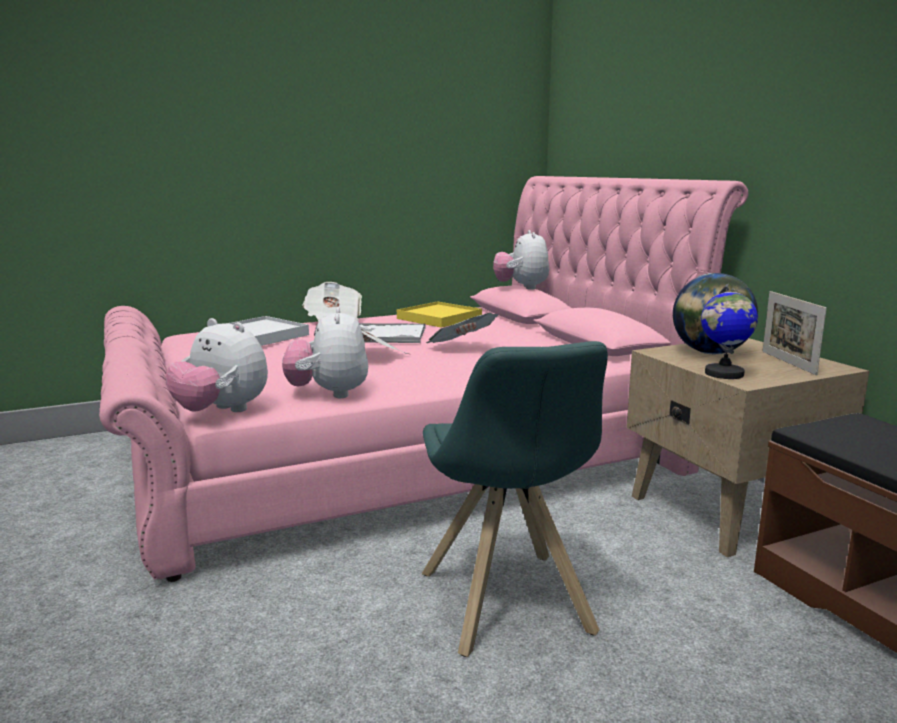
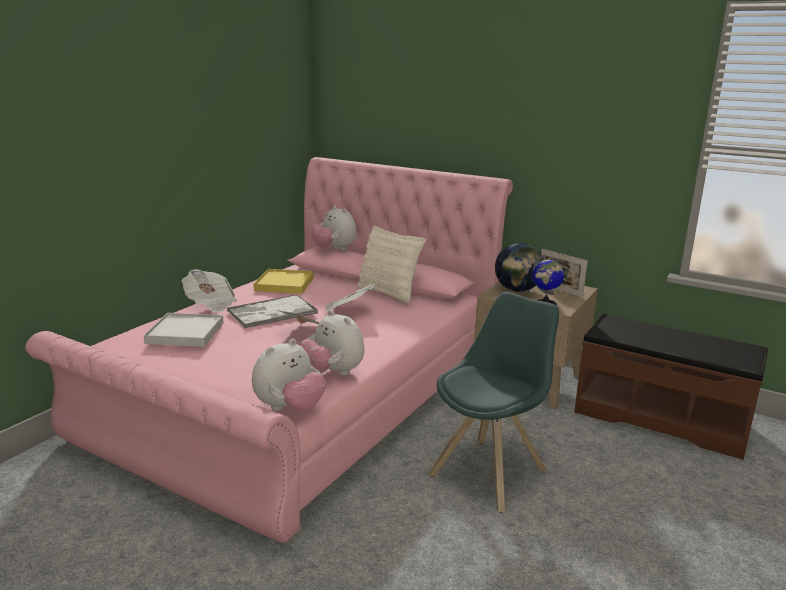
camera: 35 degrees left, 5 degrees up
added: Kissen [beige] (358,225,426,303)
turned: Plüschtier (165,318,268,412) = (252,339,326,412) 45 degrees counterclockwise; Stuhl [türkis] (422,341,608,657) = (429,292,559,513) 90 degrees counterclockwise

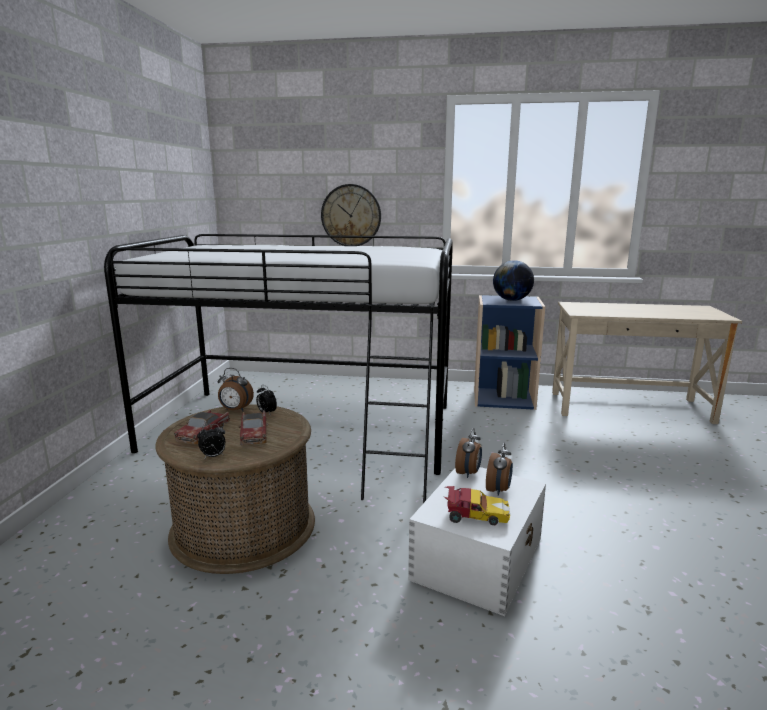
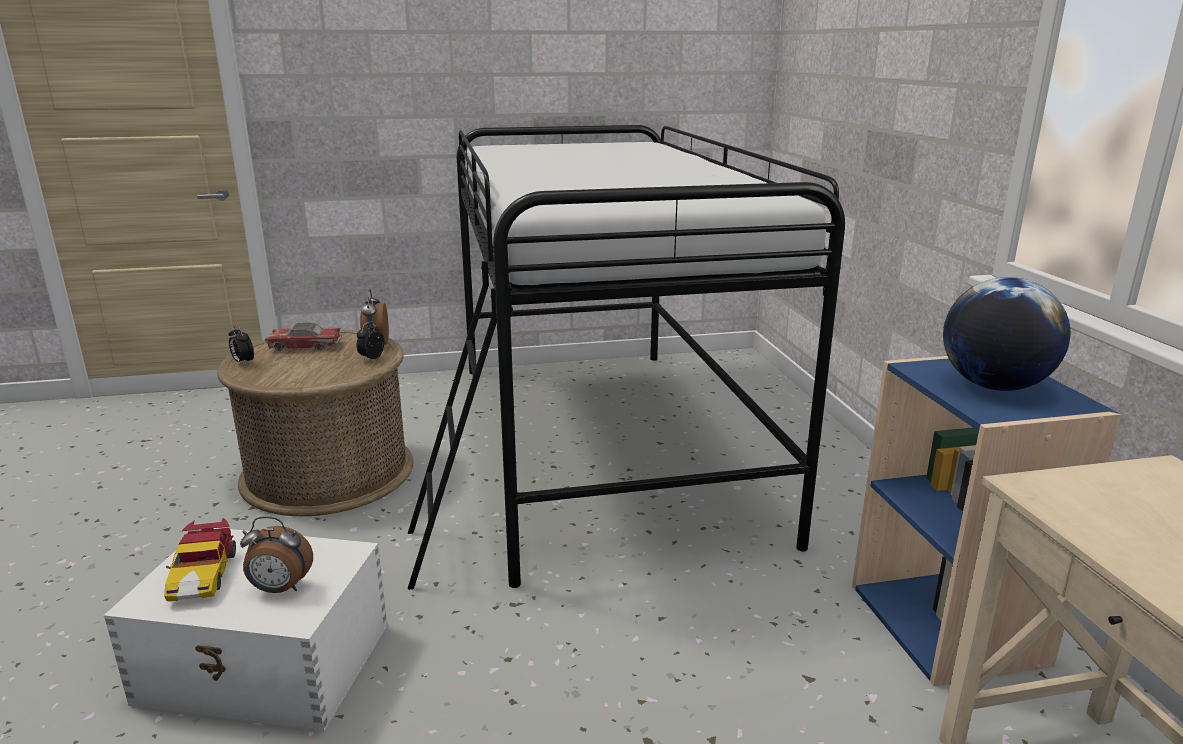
camera: 70 degrees right, 5 degrees up
removed: Spielzeugauto (238,410,268,445); Wanduhr (321,184,381,246); Wecker (455,428,482,478)

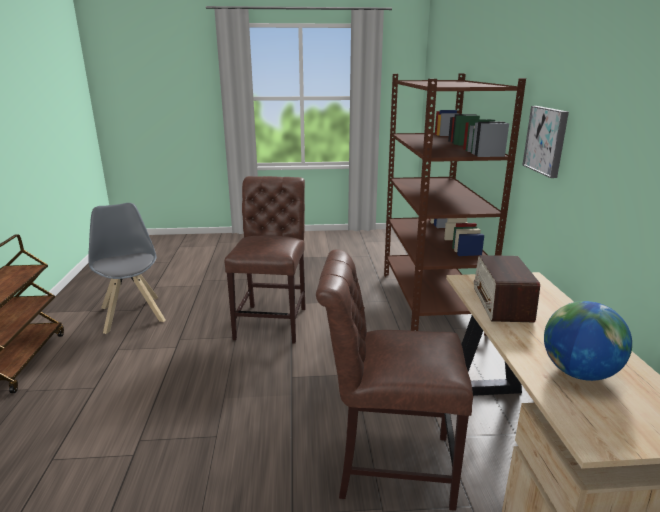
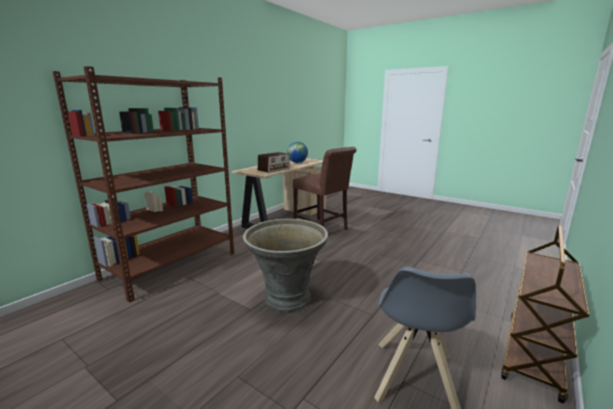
camera: 140 degrees left, 5 degrees down
removed: Bild (523,106,569,178)
replaced: Stuhl [braun] (225,176,306,344) to Pflanzkübel [grau] (243,219,328,312)

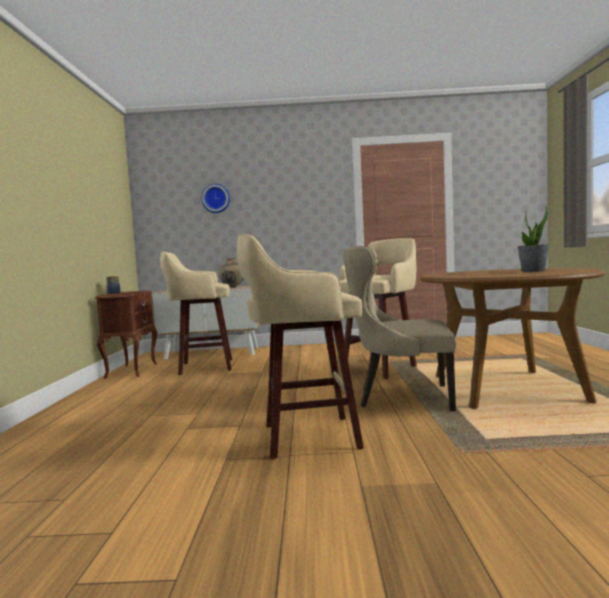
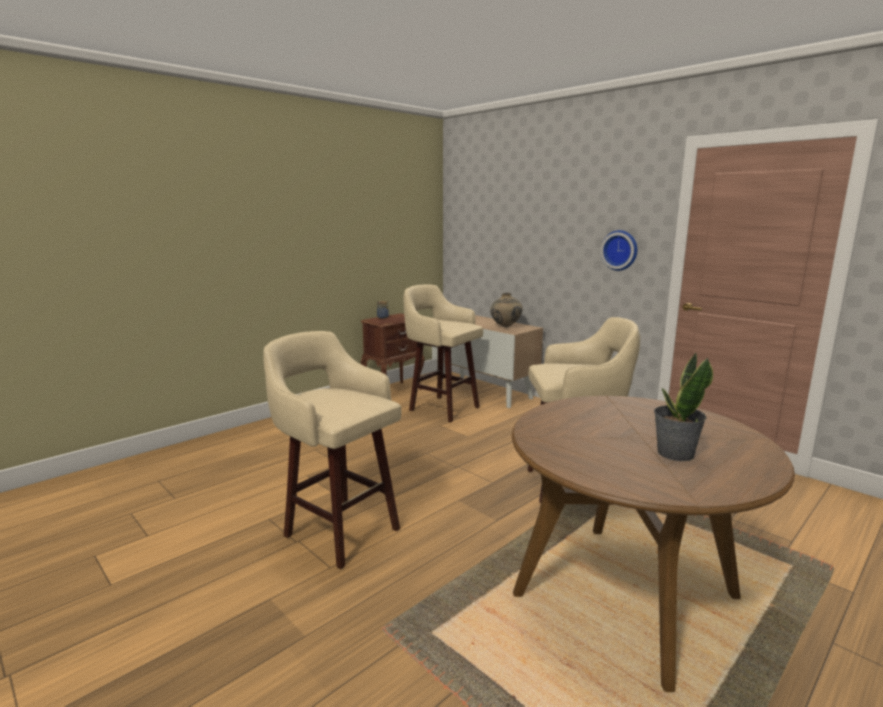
camera: 45 degrees right, 10 degrees up
removed: Stuhl [beige] (343,246,456,411)
moved: Wanduhr (201,184,230,213) to (600,230,637,271)

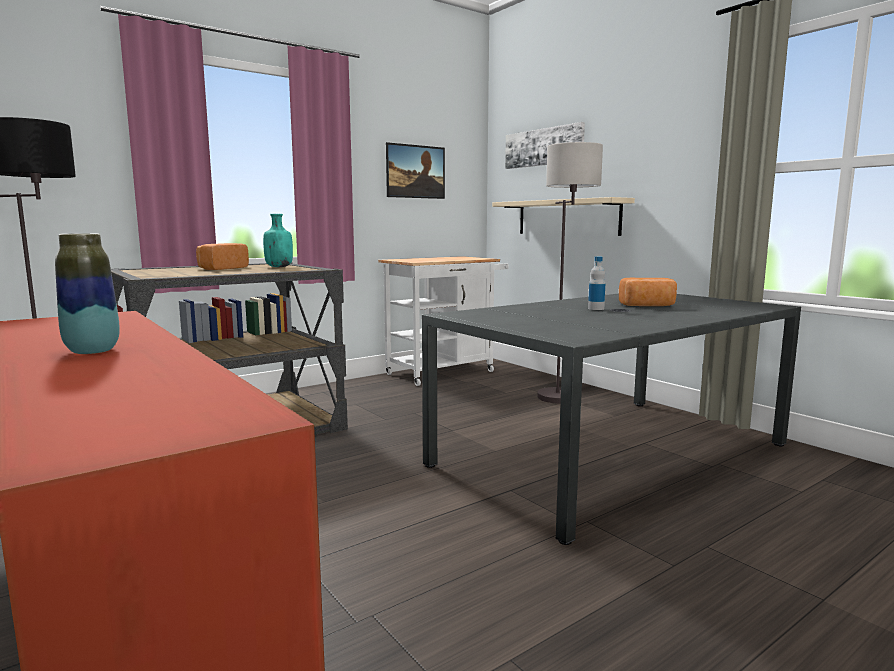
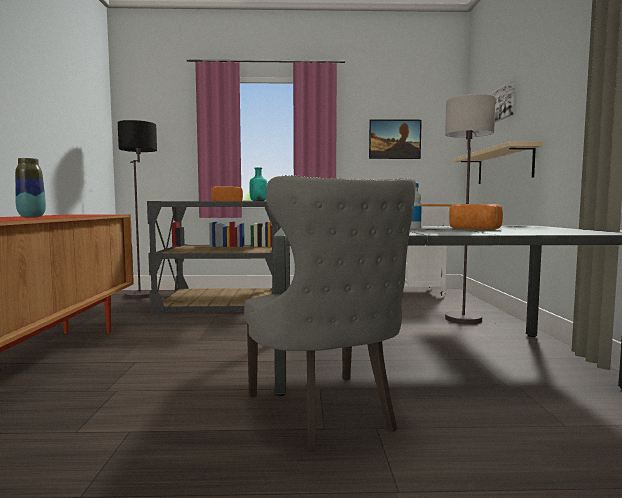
camera: 35 degrees right, 5 degrees down
added: Stuhl [grau] (244,175,416,451)

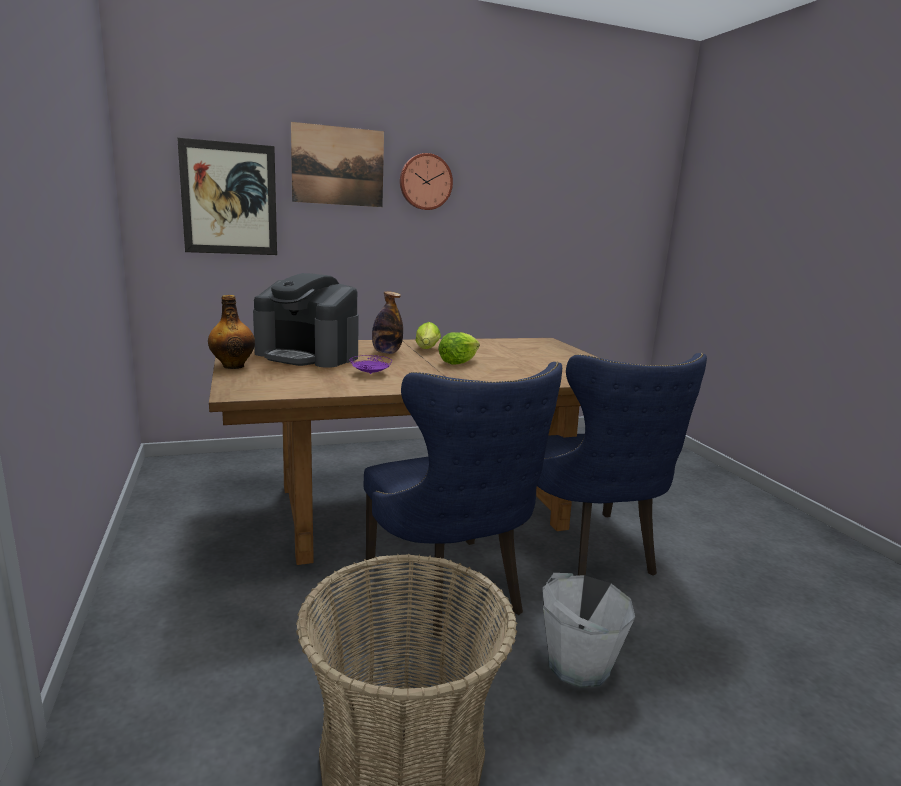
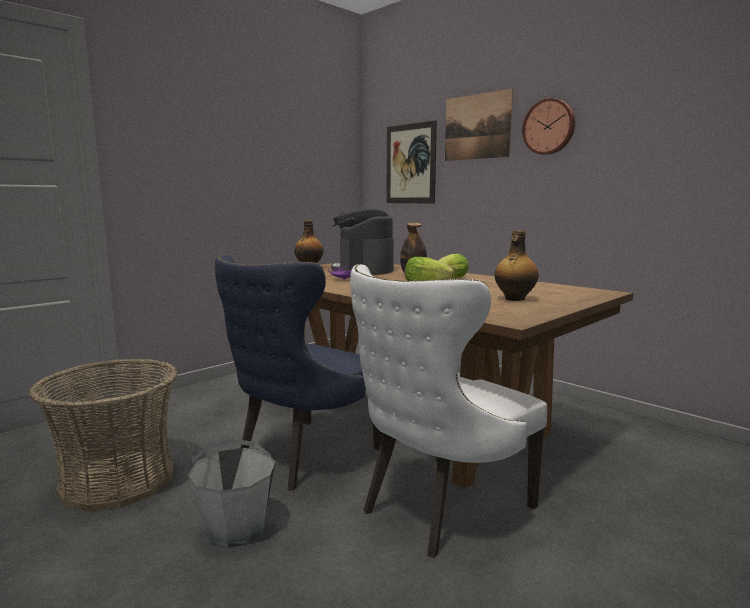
camera: 65 degrees right, 5 degrees down
added: Flasche (495,230,539,301)
recoloured: Stuhl [blau] (522,353,707,576) to Stuhl [weiß] (350,264,547,558)

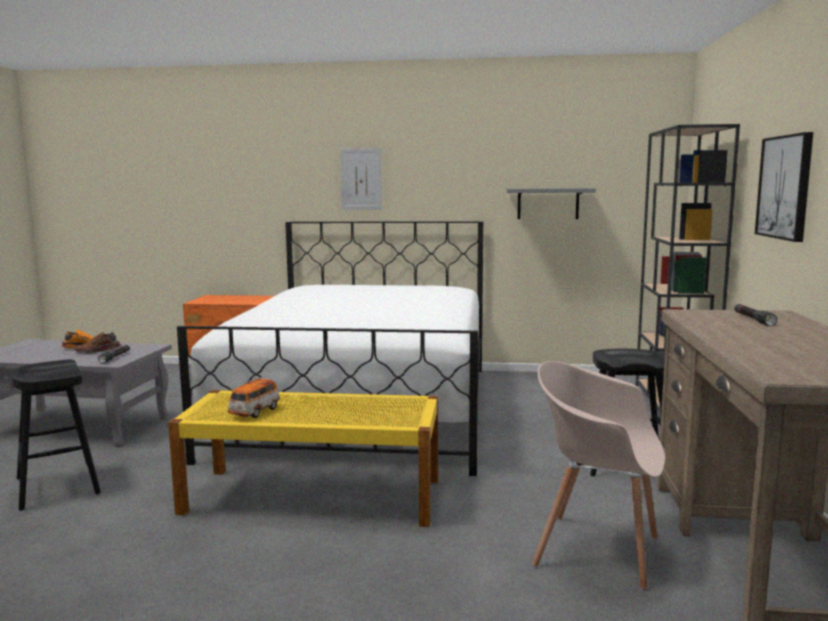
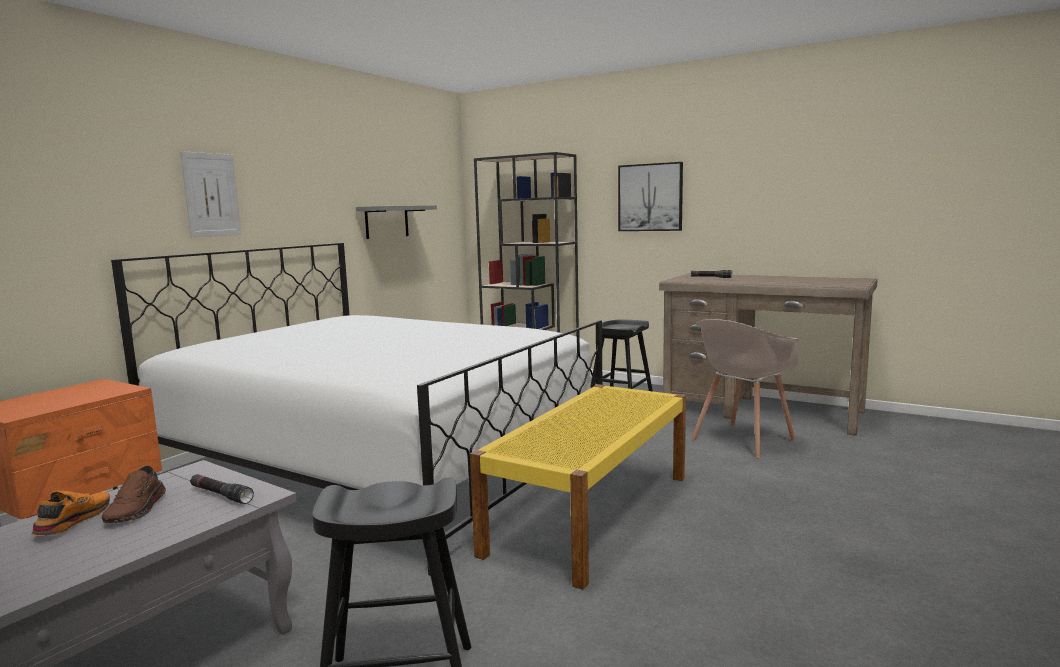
camera: 65 degrees left, 0 degrees up
removed: Spielzeugauto (228,377,280,418)

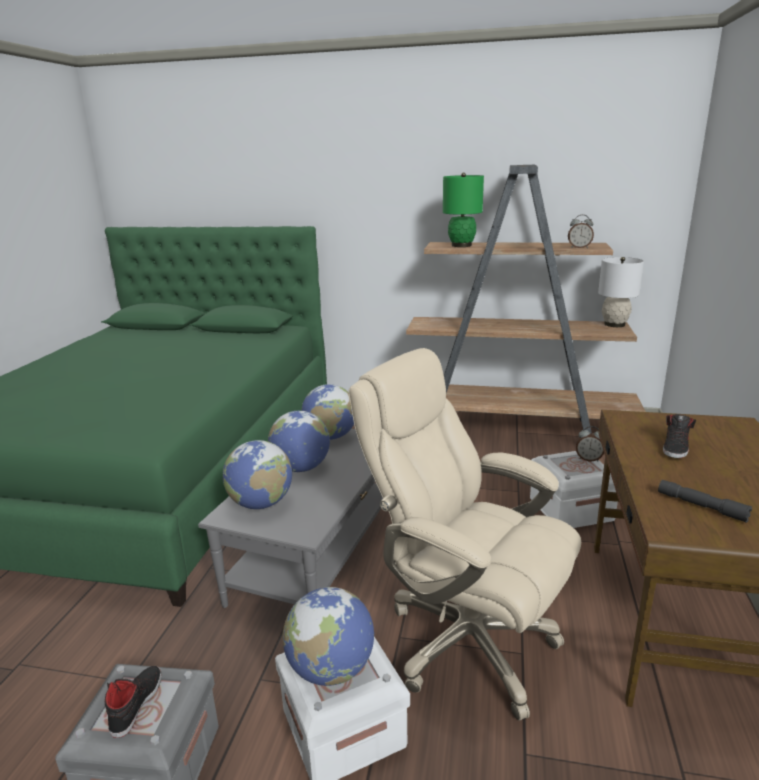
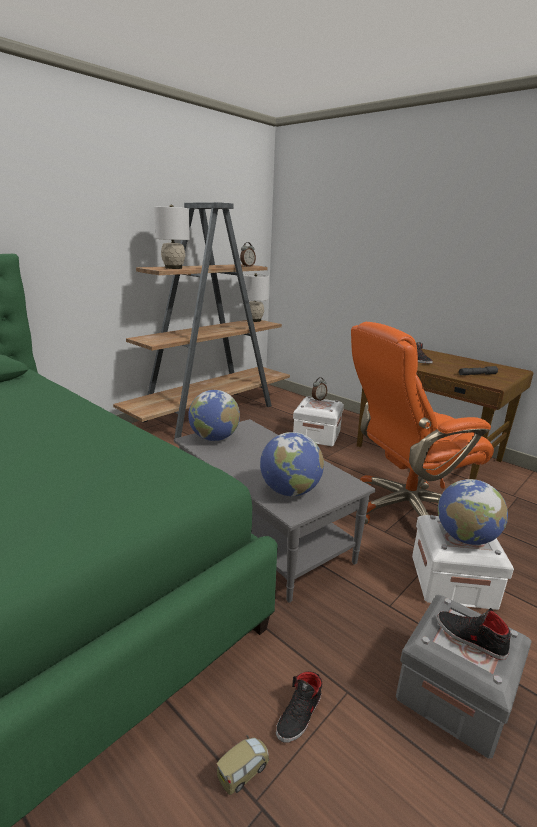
camera: 60 degrees left, 0 degrees up
removed: Globus (268,411,330,472)
added: Spielzeugauto (217,735,269,795); Schuh [schwarz] (276,671,322,743)
recoloured: Bürostuhl [beige] (349,348,581,721) to Bürostuhl [orange] (351,322,494,525); Tischlampe [grün] (443,173,484,247) to Tischlampe [weiß] (154,204,190,269)

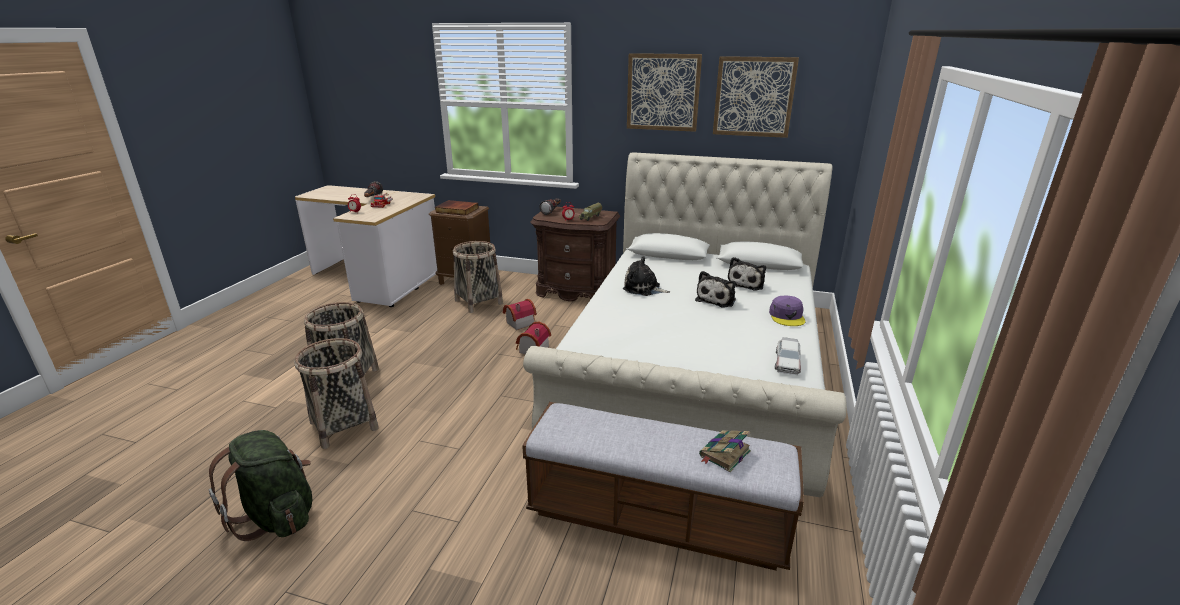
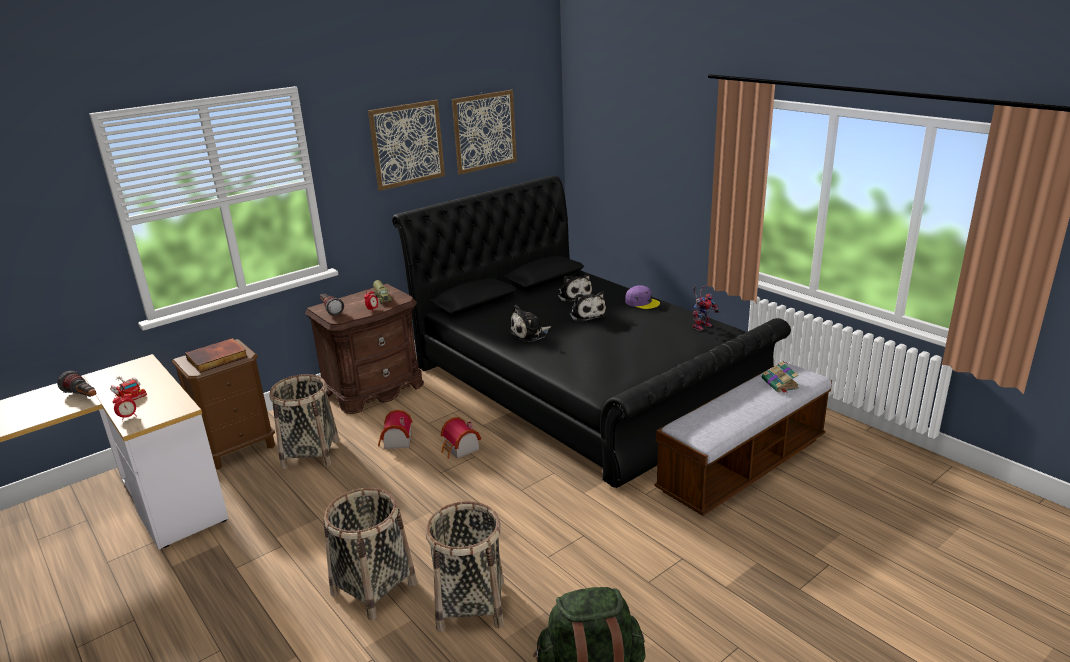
camera: 55 degrees left, 0 degrees up
replaced: Spielzeugauto (774,337,801,375) to Spielzeugroboter (692,285,719,331)
recoloured: Bett [beige] (523,152,847,497) to Bett [schwarz] (392,175,791,489)

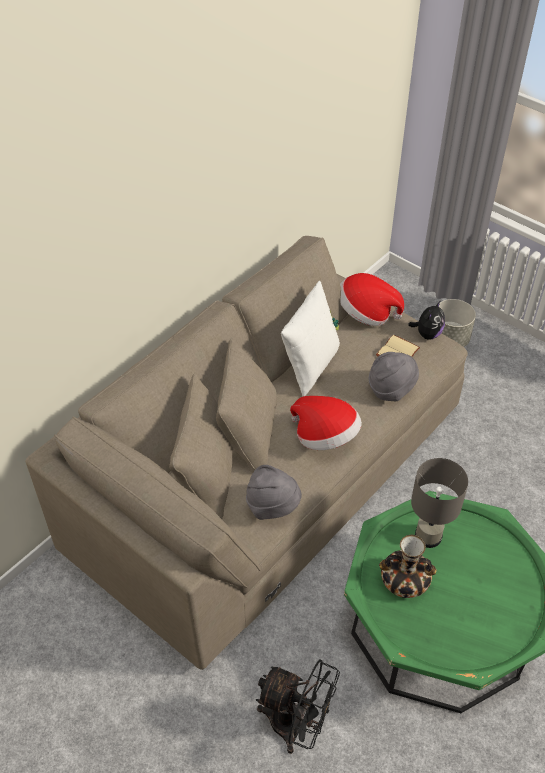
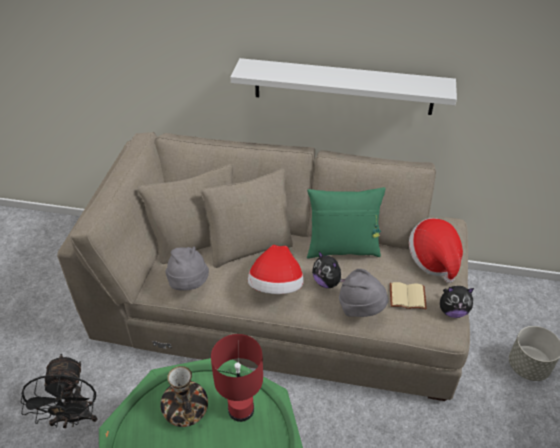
camera: 60 degrees right, 5 degrees down
added: Wandregal [weiß] (230,58,457,115); Plüschtier (312,251,345,288)
recoloured: Kissen [weiß] (281,281,340,396) to Kissen [grün] (307,187,385,259); Tischlampe [grau] (411,458,468,548) to Tischlampe [rot] (211,334,263,422)

